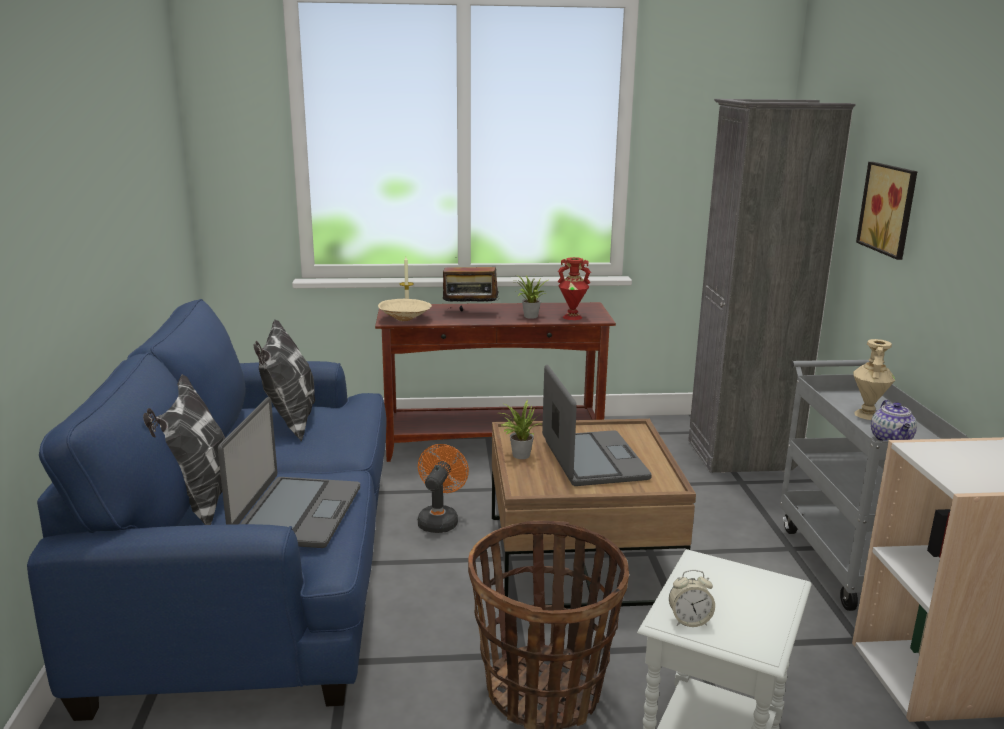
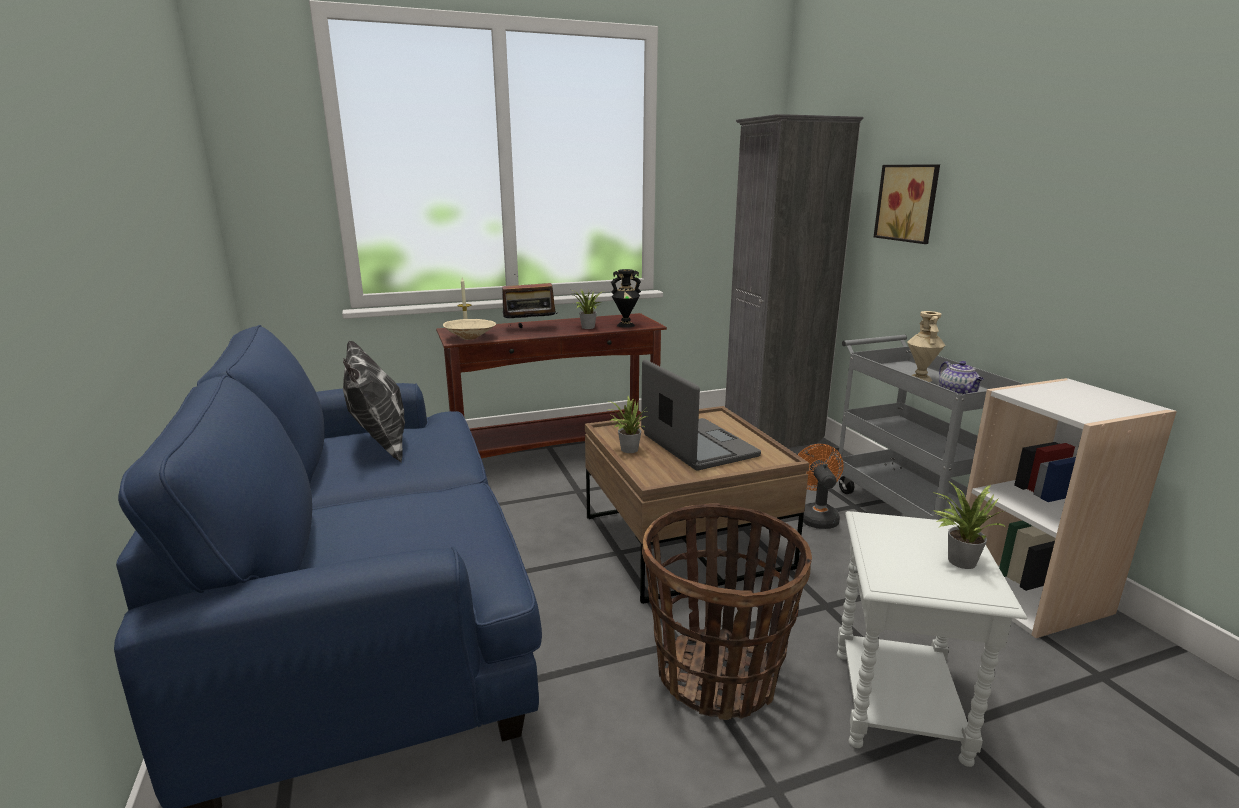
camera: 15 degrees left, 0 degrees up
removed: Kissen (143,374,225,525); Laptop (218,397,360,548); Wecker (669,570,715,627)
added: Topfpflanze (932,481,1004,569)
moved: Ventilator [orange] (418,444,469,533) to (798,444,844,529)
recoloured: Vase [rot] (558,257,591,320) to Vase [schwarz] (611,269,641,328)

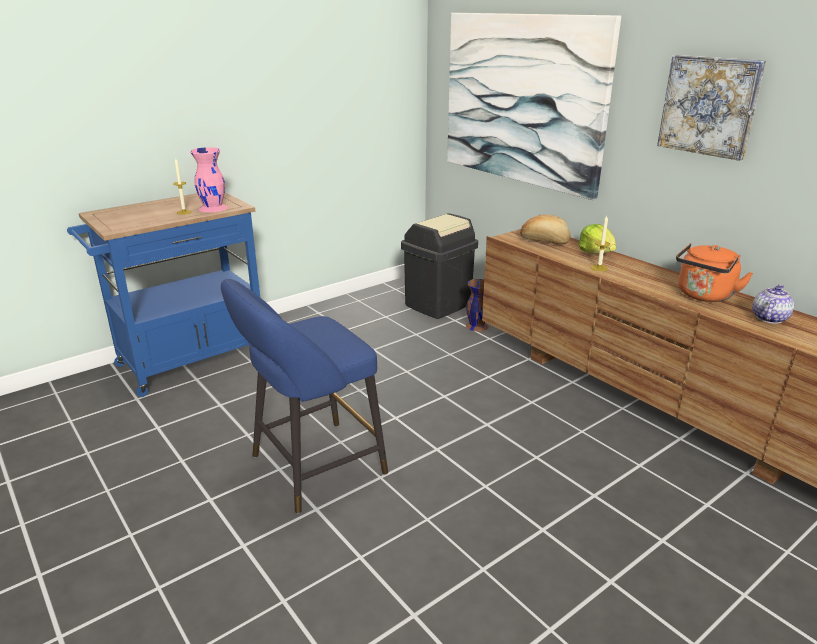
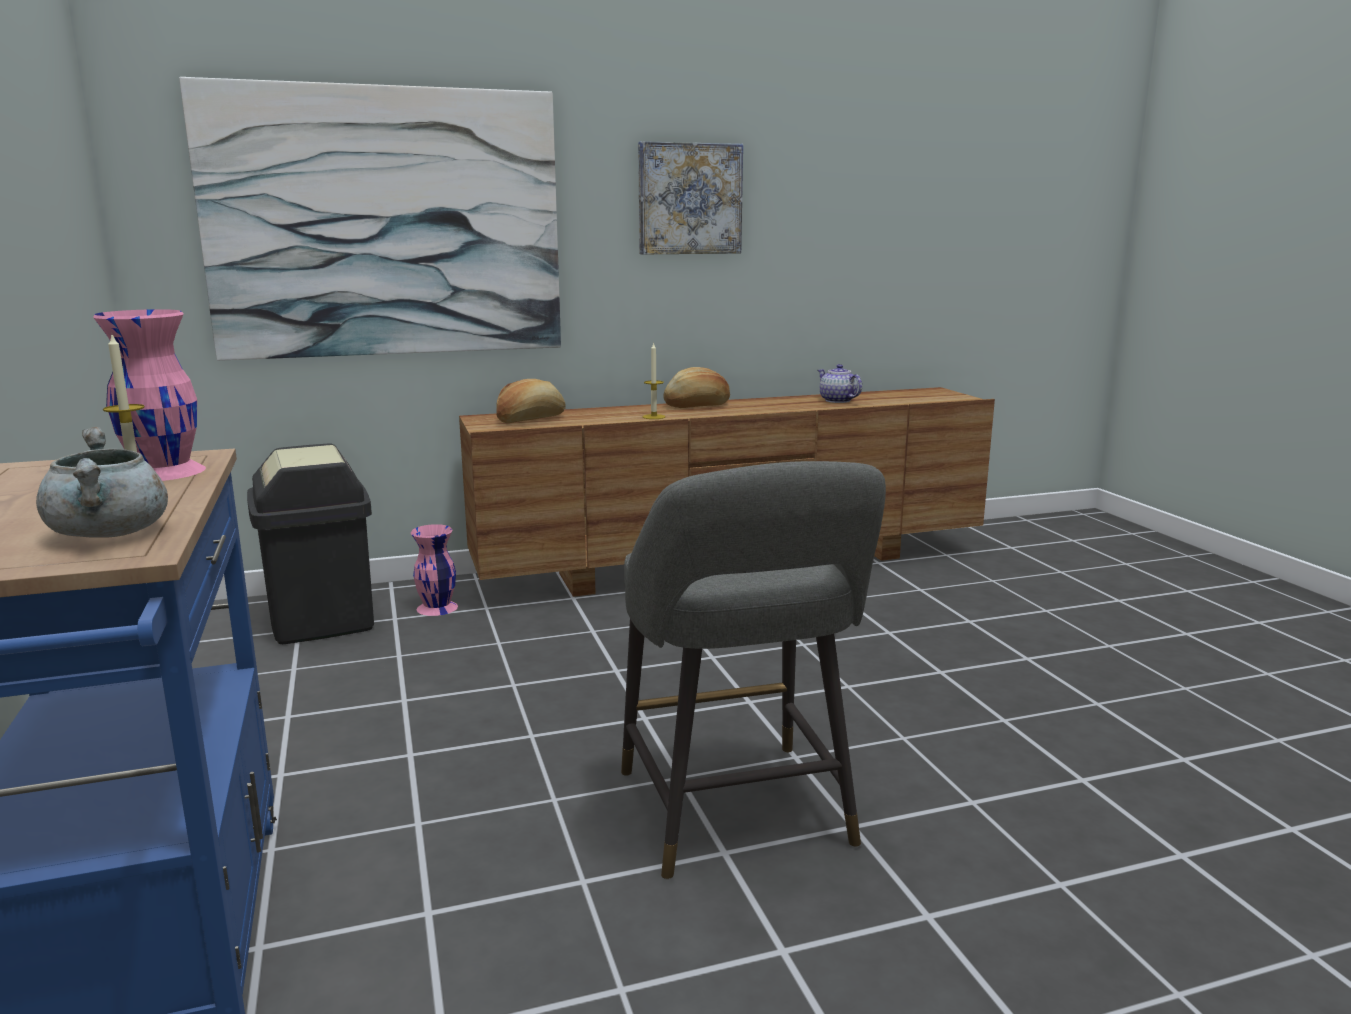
camera: 70 degrees left, 10 degrees down
removed: Salatkopf (578,224,616,254); Wasserkessel [orange] (676,243,753,302)
added: Kochtopf [grau] (36,427,168,538); Brot (663,367,730,408)
recoloured: Hocker [blau] (221,279,388,513) to Hocker [grau] (621,461,886,880); Vase [braun] (466,279,489,331) to Vase [rosa] (411,524,458,616)

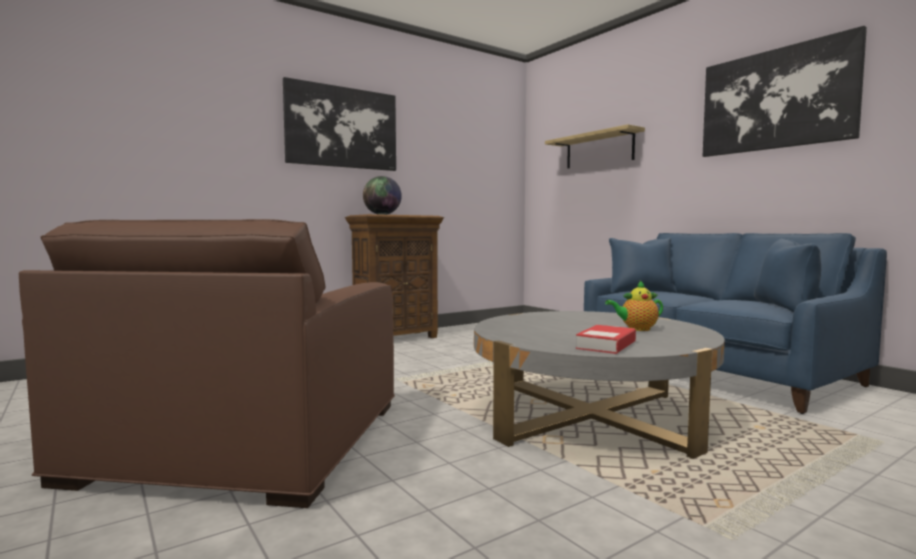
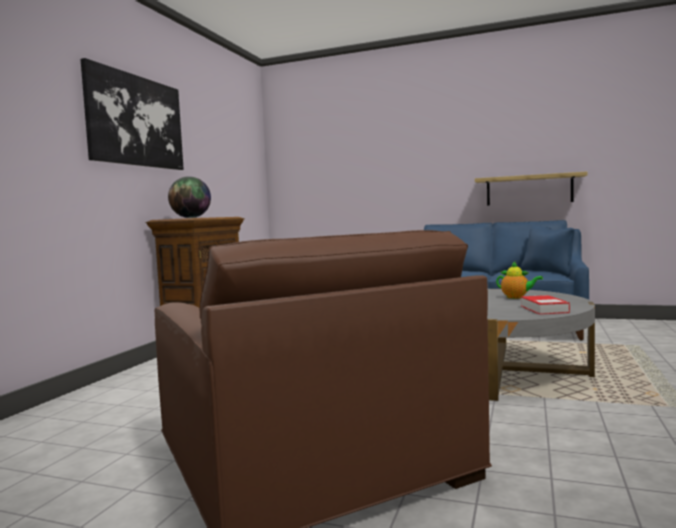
camera: 35 degrees left, 0 degrees up
removed: Bild (703,26,867,157)
moved: Wandregal (545,124,645,168) to (475,172,587,206)
turned: Teekanne (605,281,663,331) = (496,262,543,299) 105 degrees counterclockwise

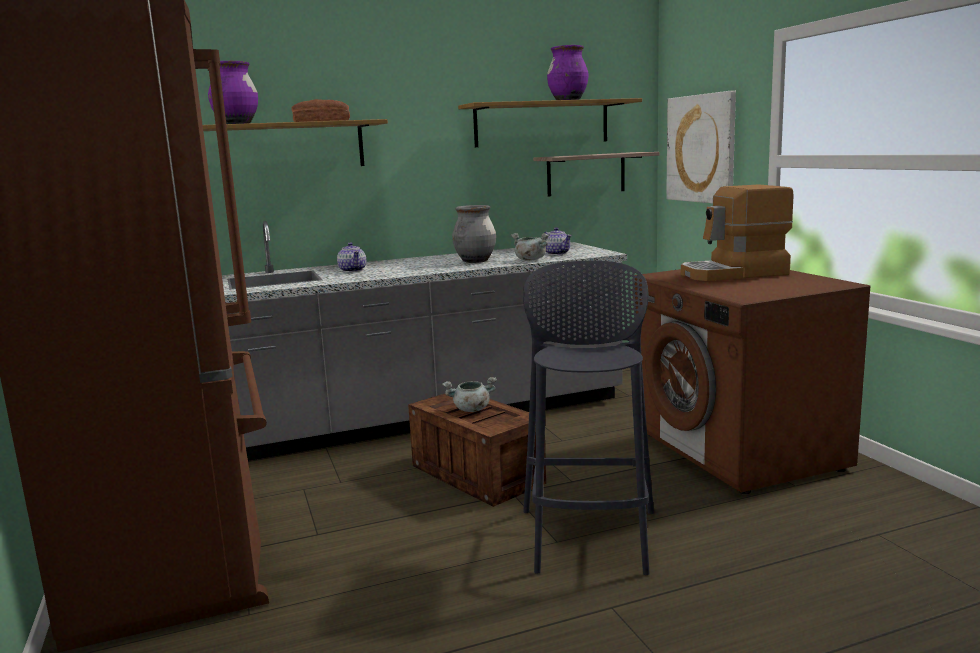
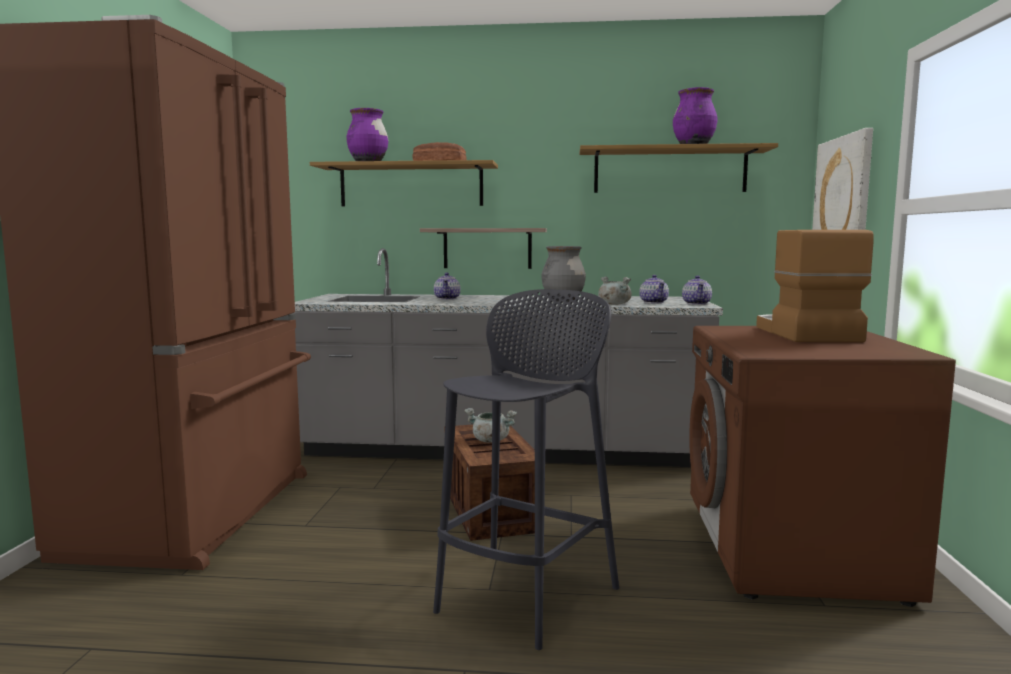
camera: 25 degrees right, 5 degrees down
added: Teekanne (682,275,712,305)
moved: Wandregal (533,152,660,197) to (420,228,547,269)
turned: Kaffeemaschine (681,185,794,281) = (756,230,874,342) 75 degrees clockwise

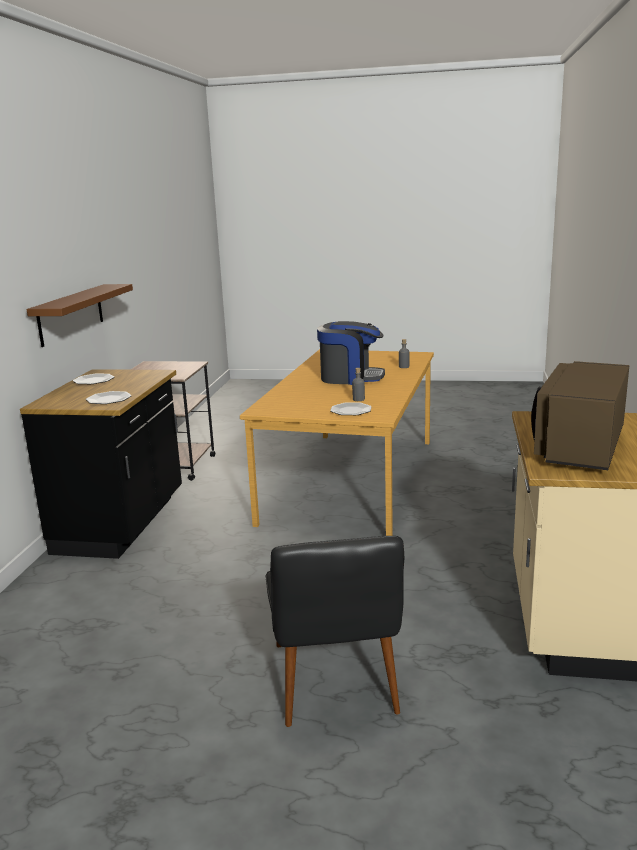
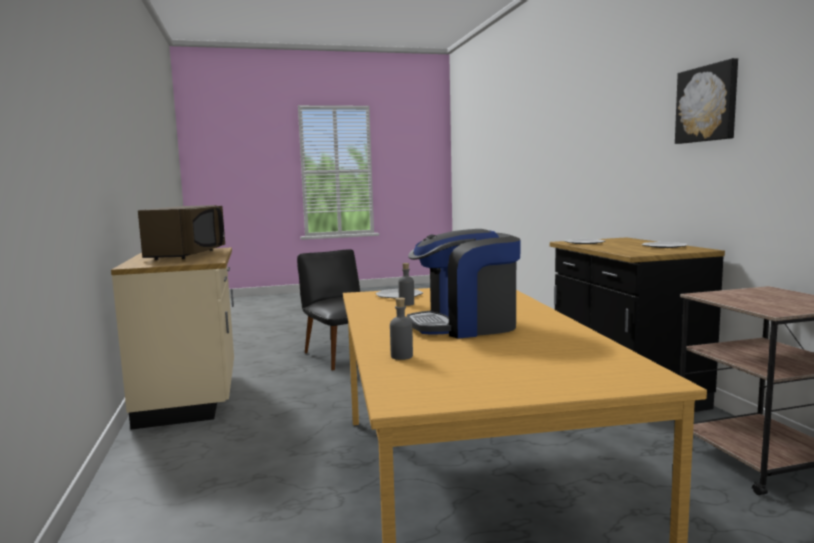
camera: 155 degrees right, 10 degrees down
removed: Wandregal [braun] (27,284,133,347)
added: Bild (675,58,738,144)

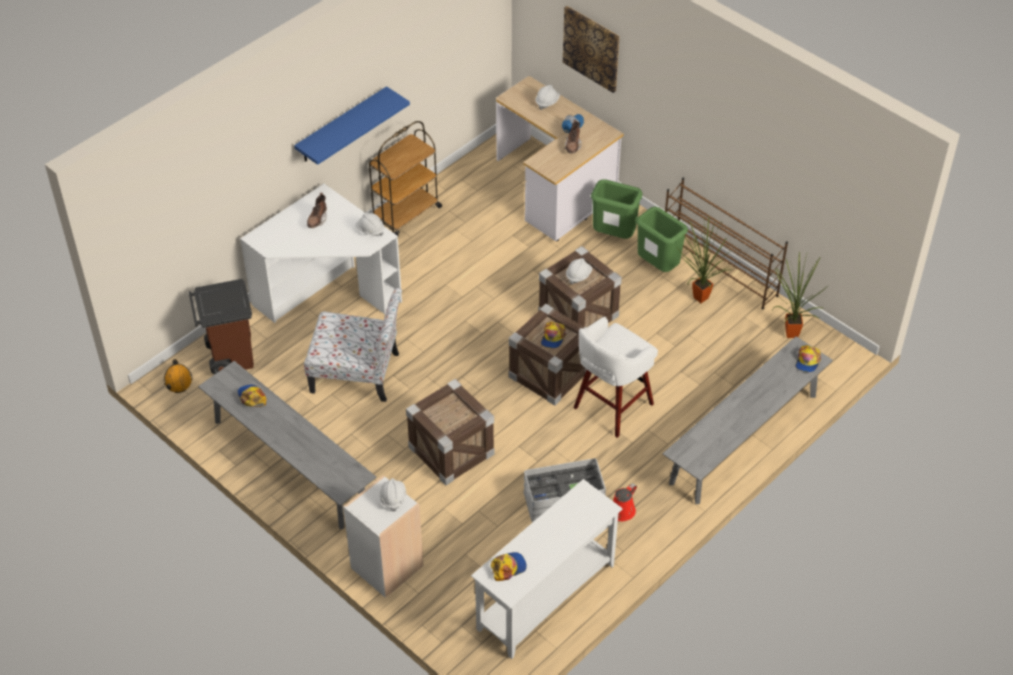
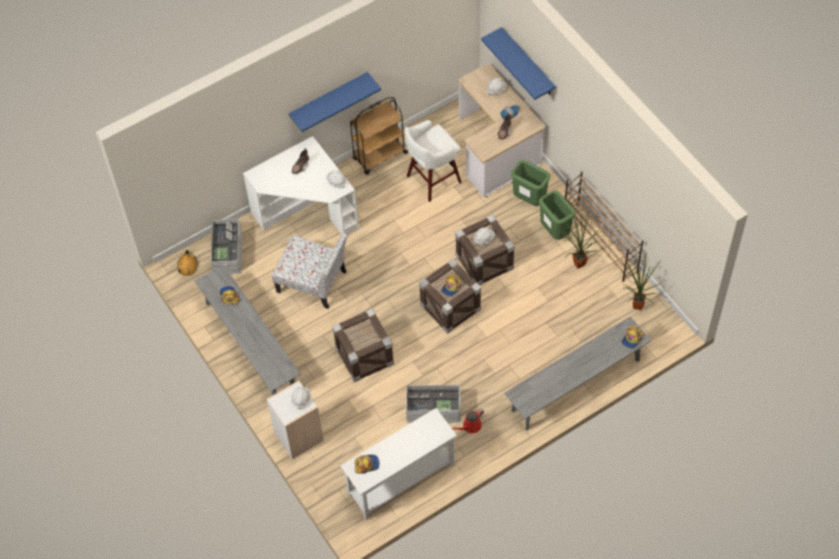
camera: 15 degrees right, 10 degrees up
moved: Hocker [weiß] (574,317,658,438) to (404,120,462,202)
replaced: Mülleimer [braun] (189,279,254,374) to Aufbewahrungsbox [grau] (210,219,242,274); Bild (563,6,620,93) to Wandregal [blau] (481,27,556,100)

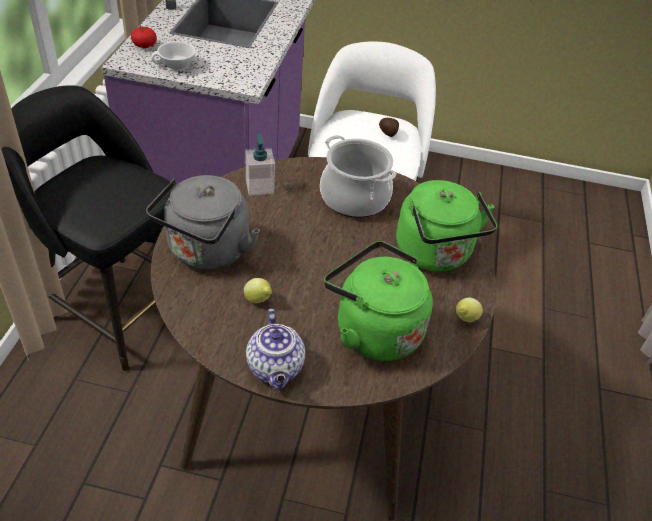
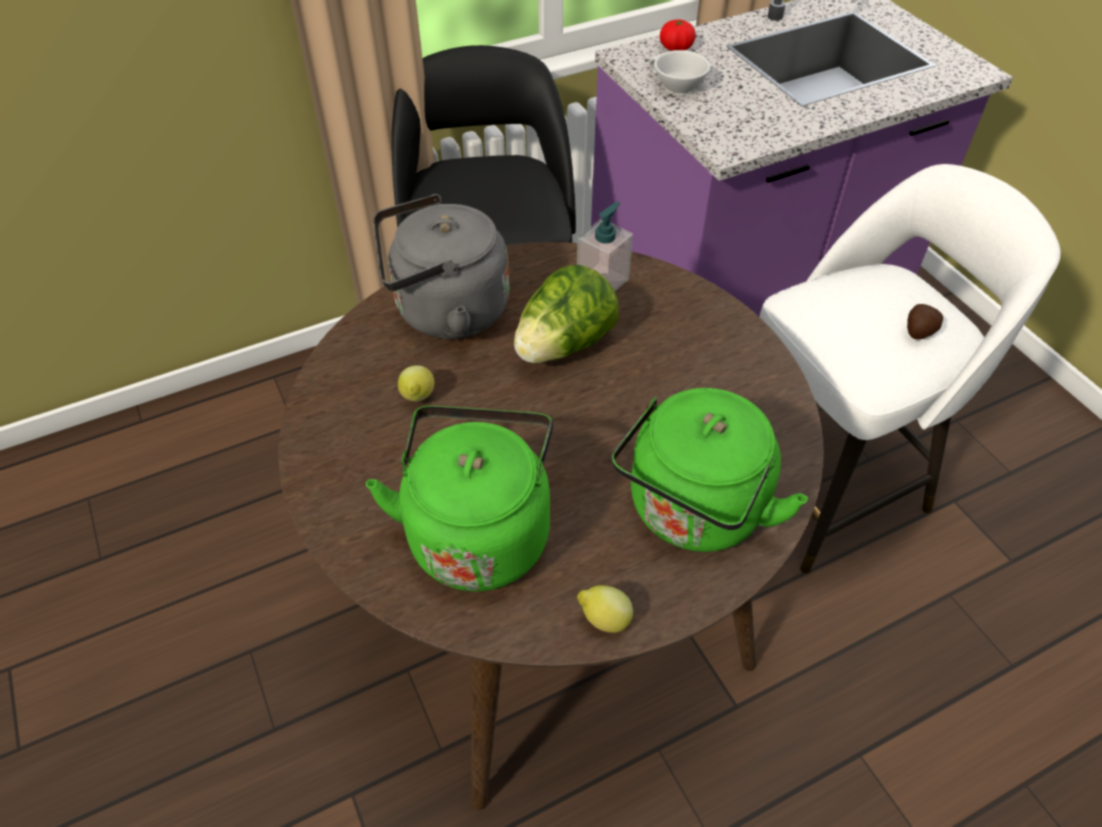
camera: 55 degrees right, 5 degrees up
removed: Teekanne (246,309,305,390); Kochtopf (320,135,397,217)
added: Salatkopf (514,265,619,363)

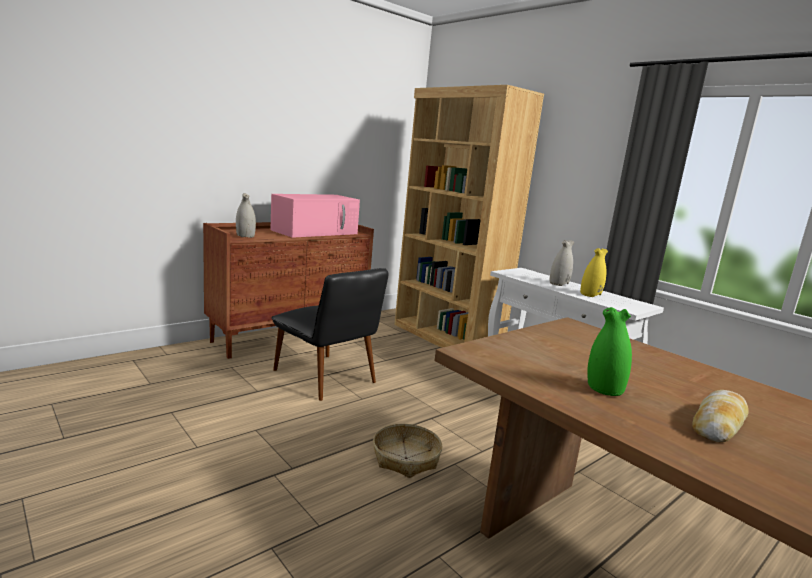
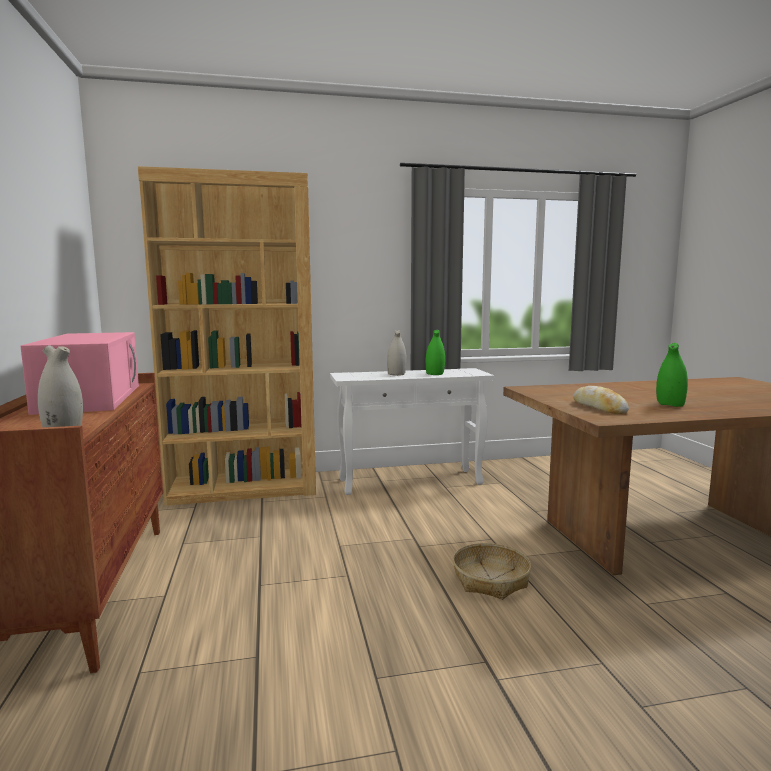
camera: 60 degrees left, 5 degrees down
removed: Stuhl [schwarz] (271,268,388,401)
moved: Brot (693,390,749,443) to (573,386,629,414)
recoloured: Vase [gelb] (580,248,608,297) to Vase [grün] (426,330,445,375)

